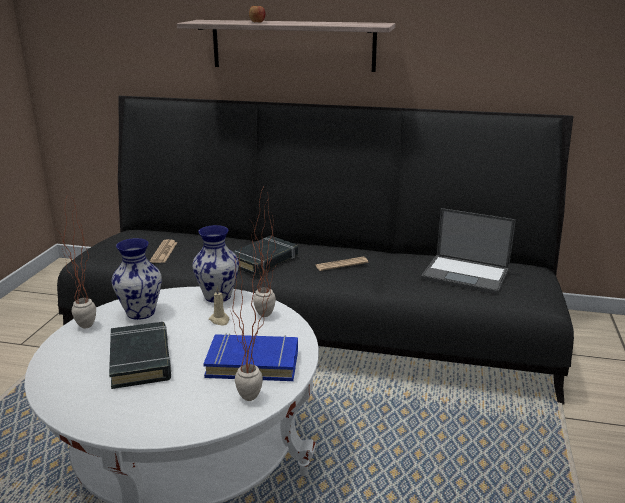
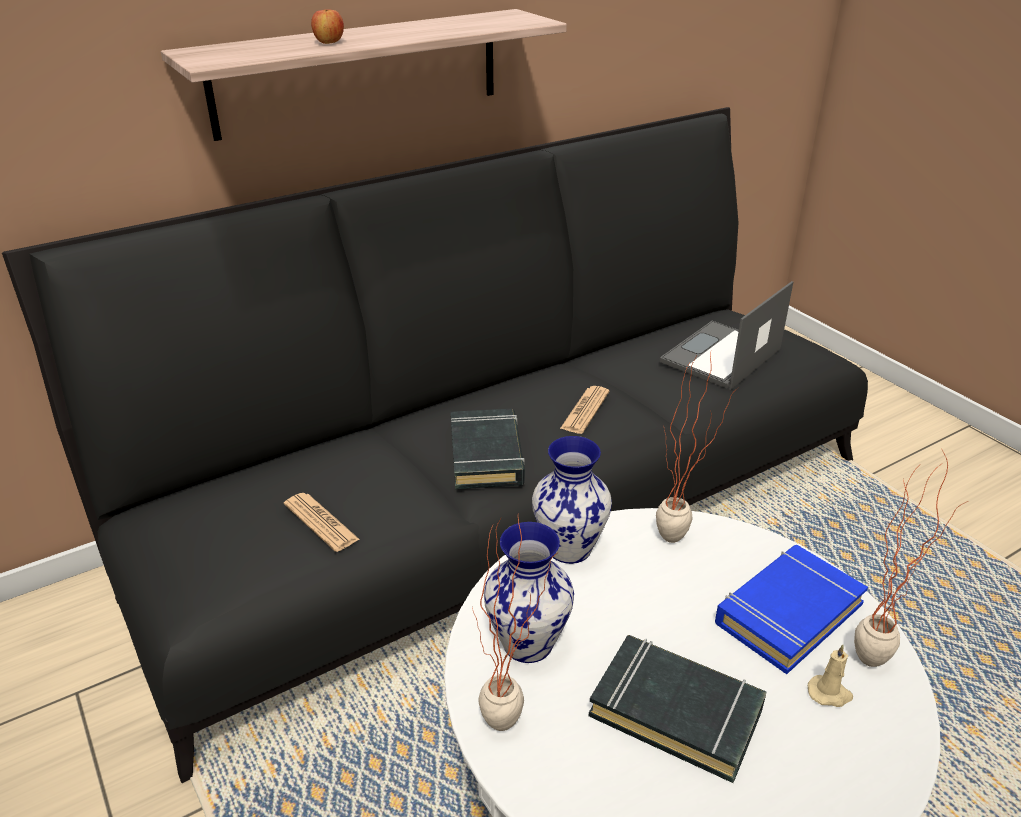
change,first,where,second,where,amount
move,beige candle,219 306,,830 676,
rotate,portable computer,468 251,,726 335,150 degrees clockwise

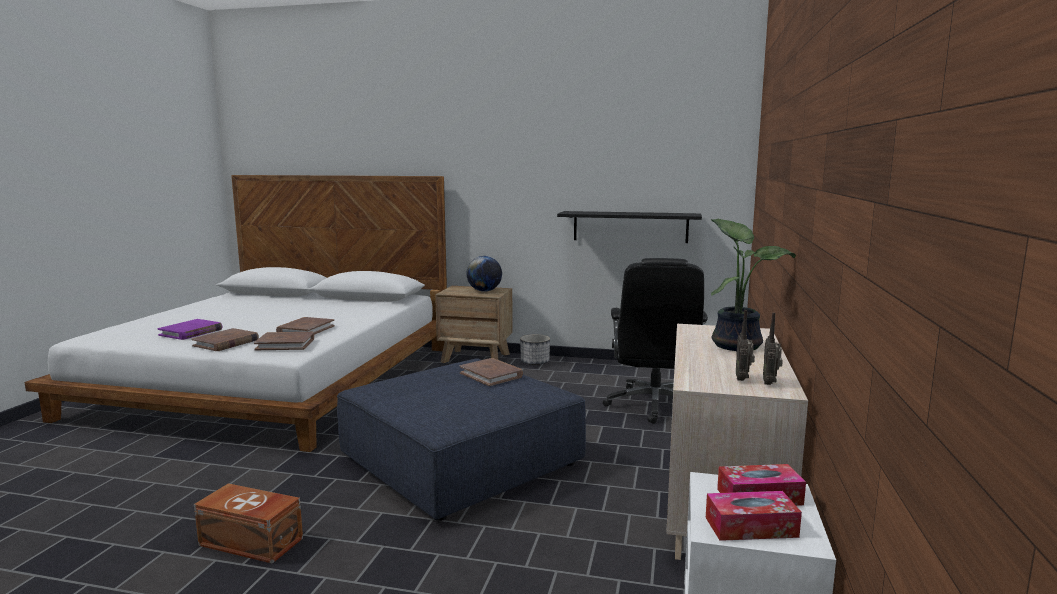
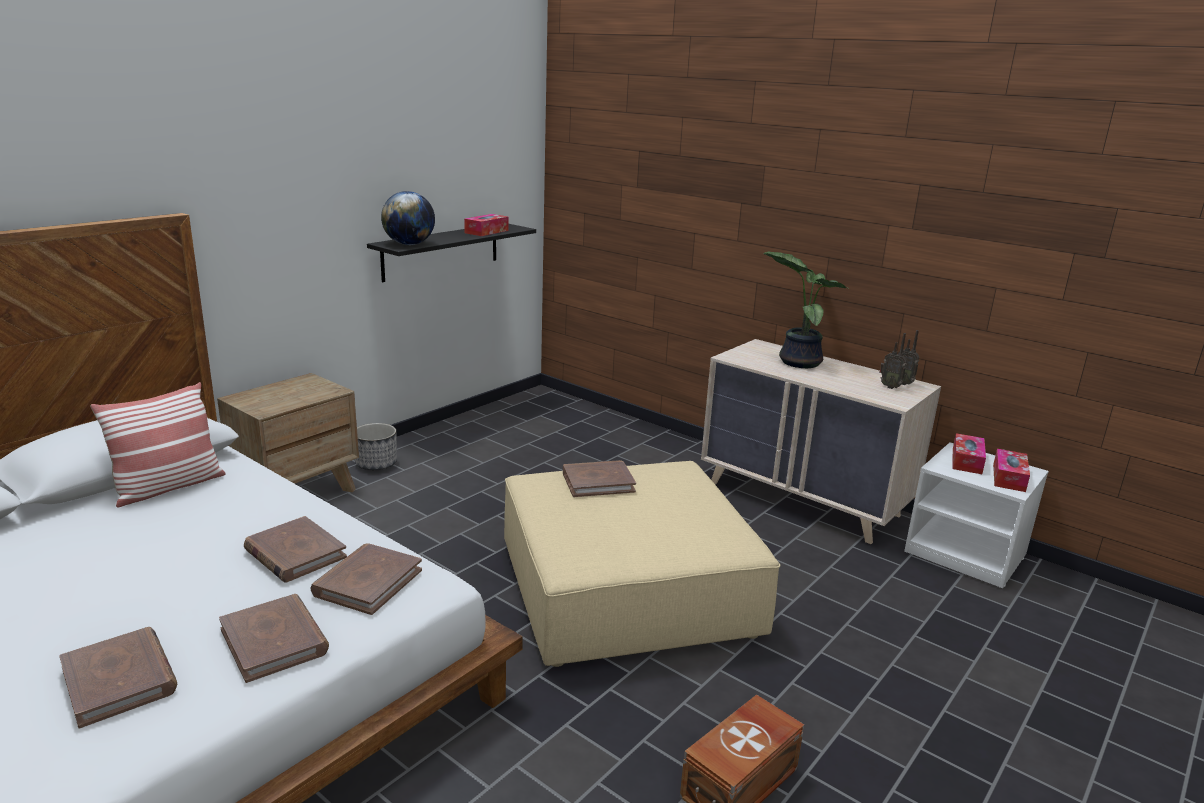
change,first,where,second,where,amount
delete,black-coloured computer chair,655 341,,,
insert,,,pillow,157 445,
insert,,,box of tissues,486 225,
move,globe,484 274,,408 218,
recolor,purple book,189 329,brown-coloured book,118 677,
recolor,blue ottoman,461 439,beige ottoman,642 564,

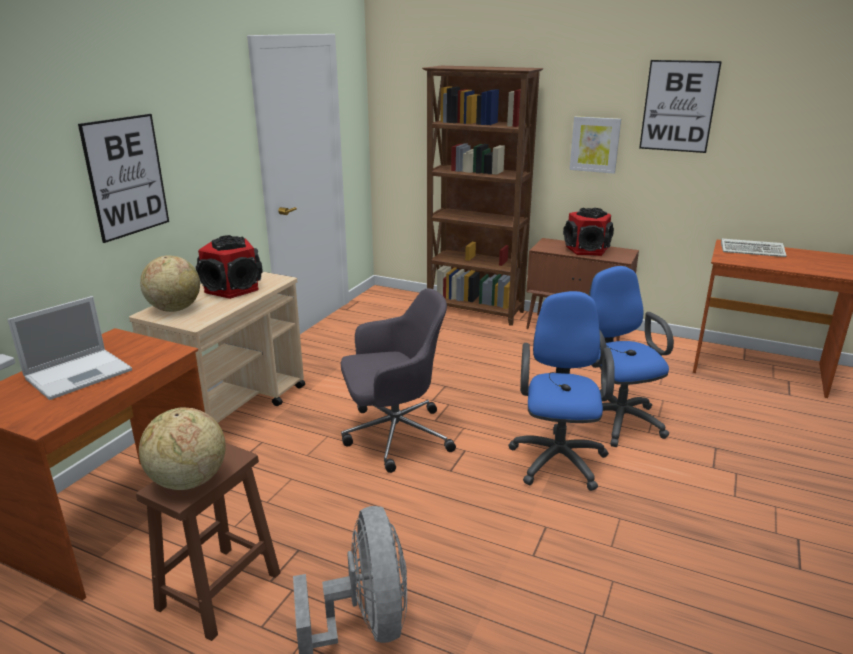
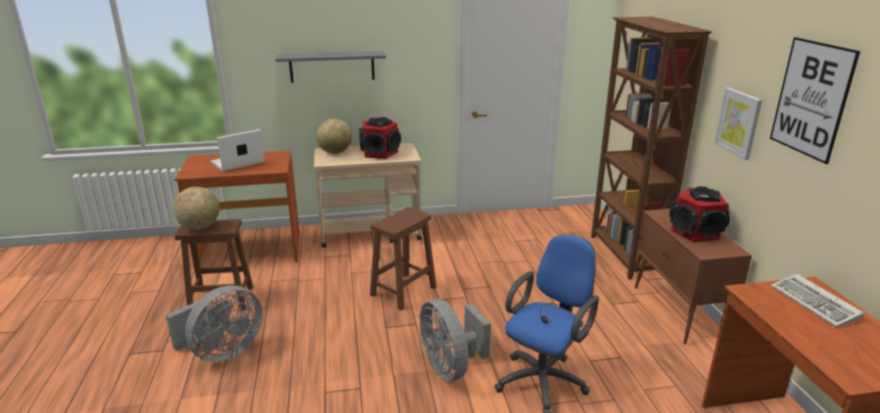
change,first,where,second,where,amount
replace,wall art,123 178,grey bracket shelf,330 67,
replace,grey computer chair,398 380,brown-coloured sitting stool,403 258,
replace,blue computer chair,561 391,grey fan,455 340,
rotate,portable computer,69 348,,238 150,135 degrees clockwise

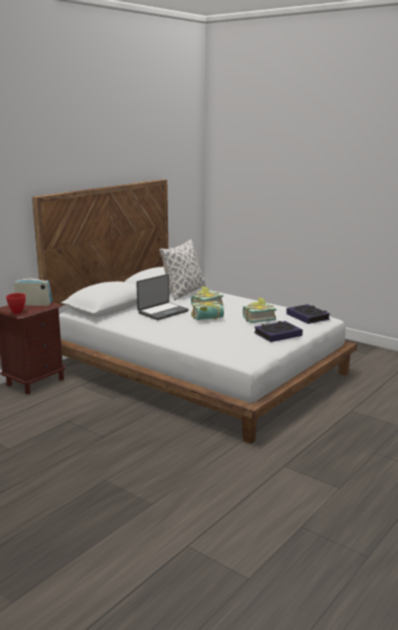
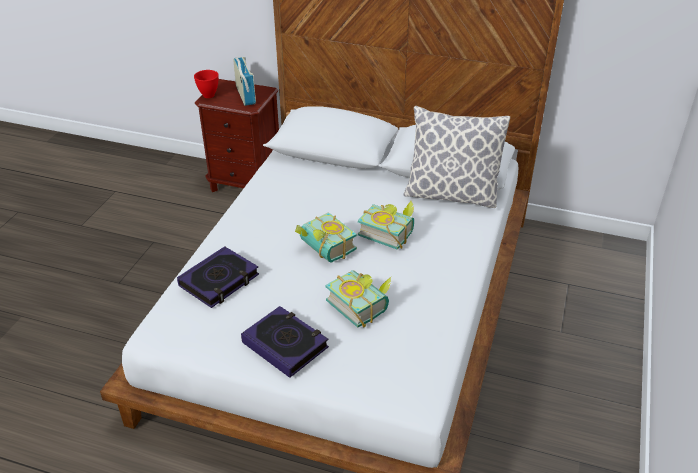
change,first,where,second,where,amount
delete,portable computer,162 297,,,
move,book,308 314,,218 277,

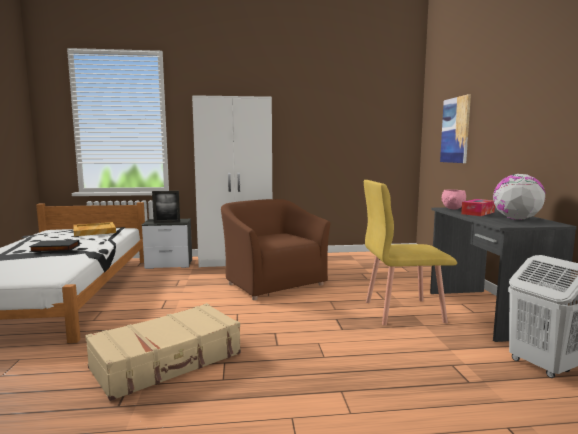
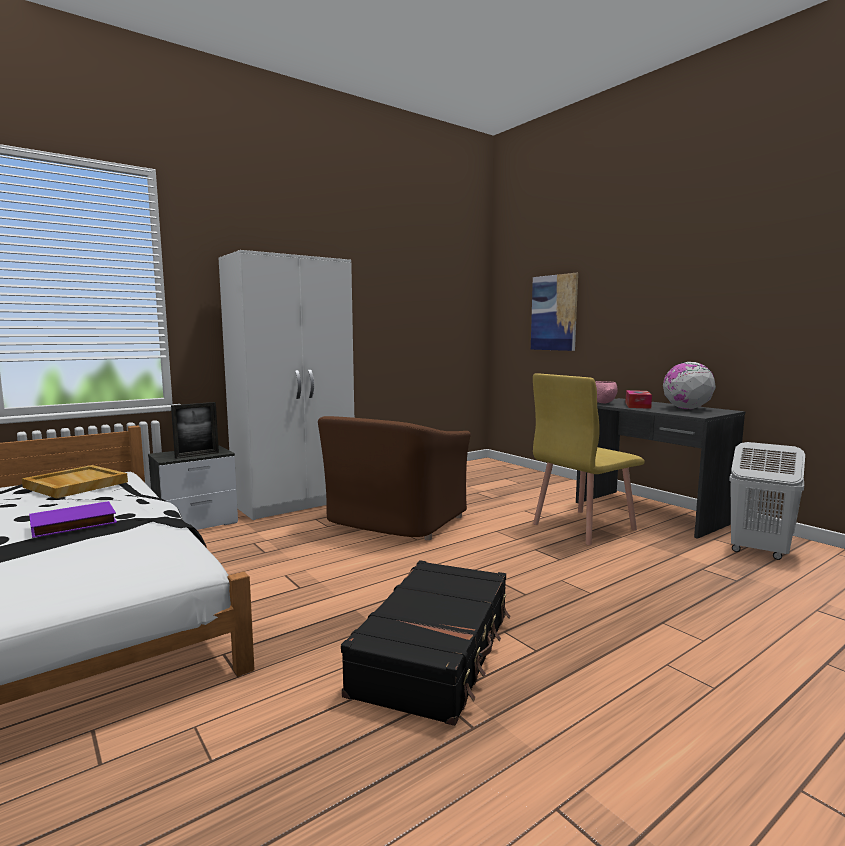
change,first,where,second,where,amount
recolor,black-coloured book,54 246,purple book,73 519,
recolor,beige travel case,163 352,black-coloured travel case,425 643,
rotate,brown-coloured lounge chair,276 249,,394 478,90 degrees counterclockwise

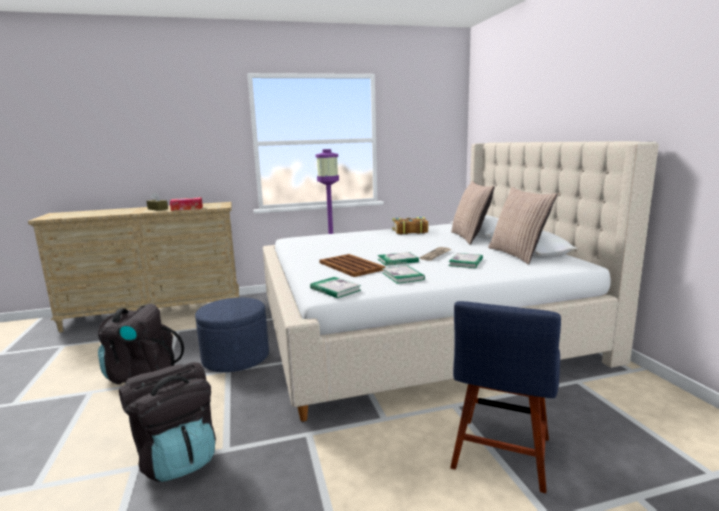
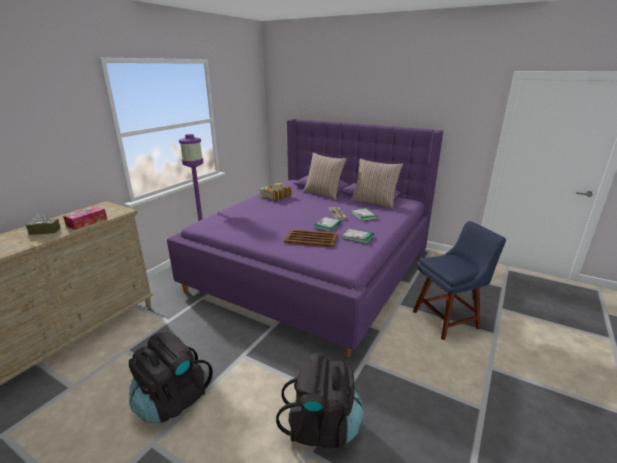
change,first,where,second,where,amount
delete,blue ottoman,232 334,,,
delete,book,335 287,,,
recolor,beige bedroom bed,461 281,purple bedroom bed,305 238,
rotate,blue upright chair,505 397,,459 280,90 degrees counterclockwise

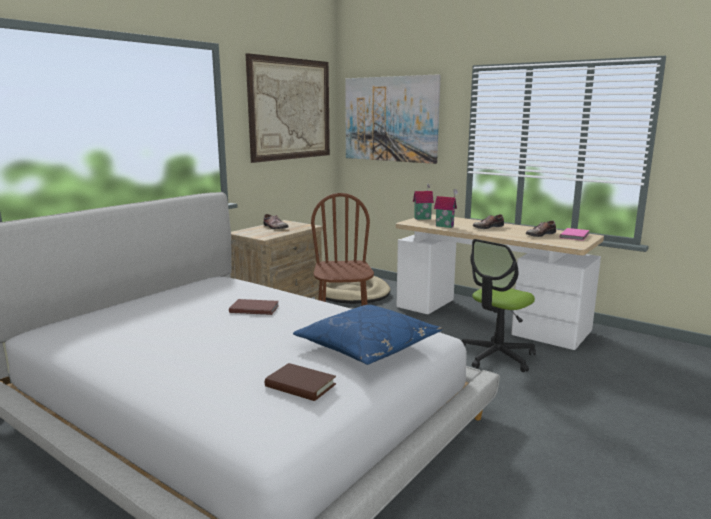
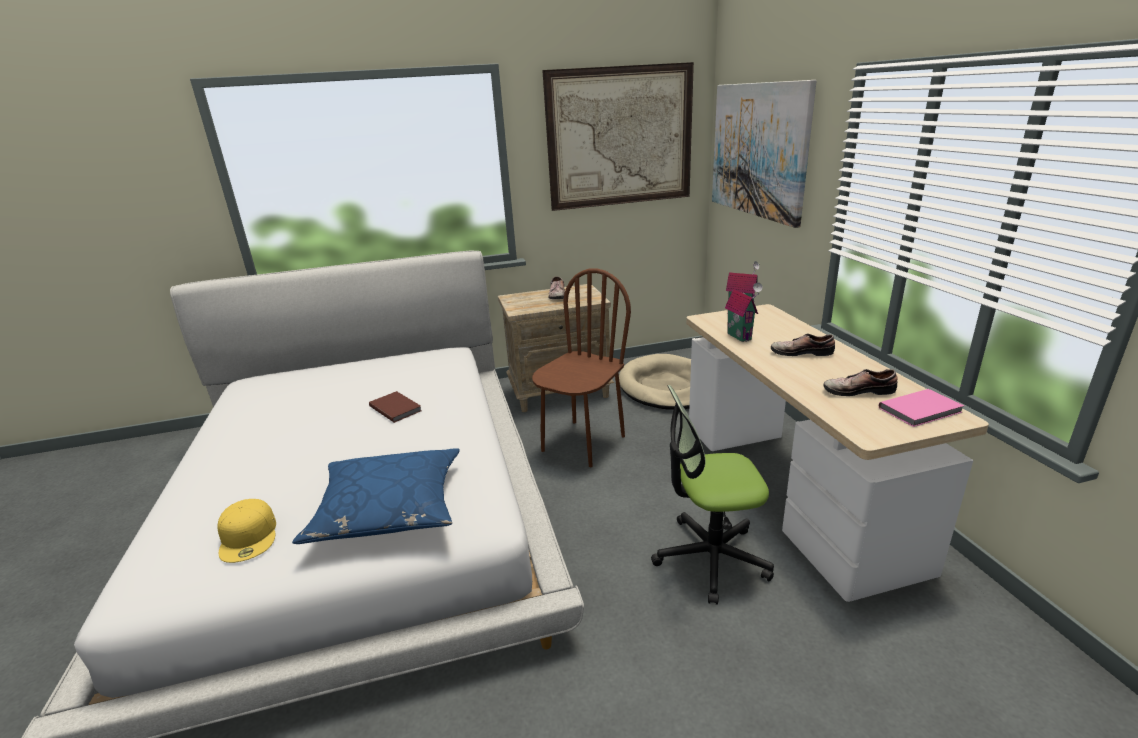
change,first,where,second,where,amount
replace,brown-coloured book,300 382,yellow-coloured peaked cap,246 531,

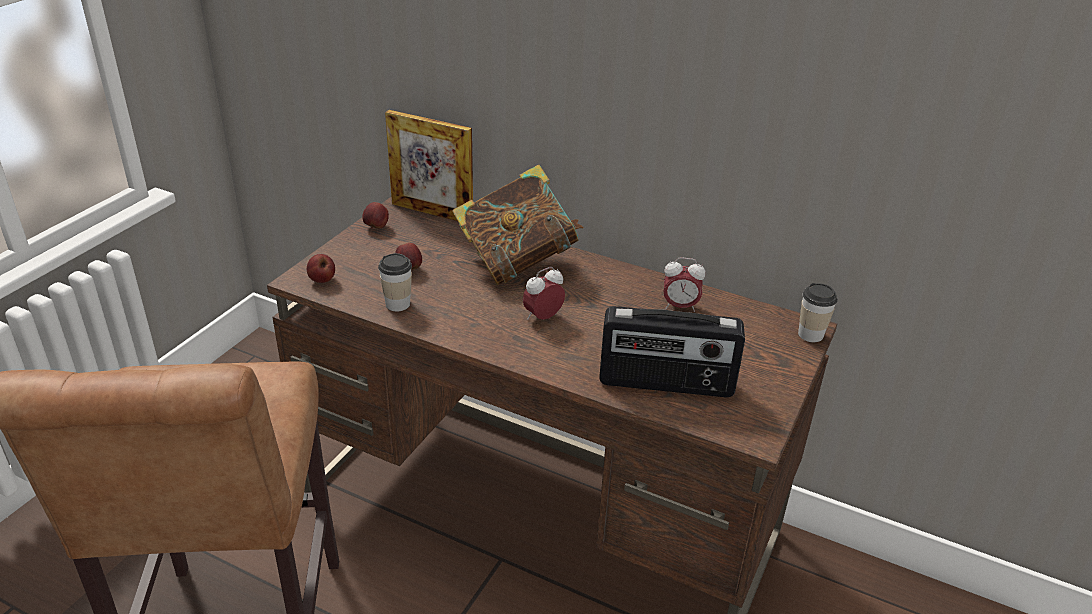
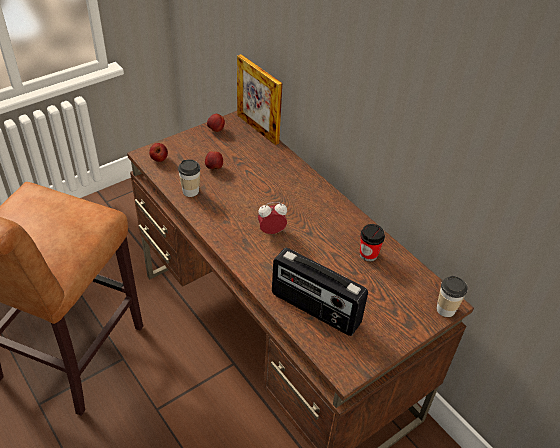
change,first,where,second,where,amount
delete,book,518 224,,,
replace,alarm clock,684 284,cup,372 243,

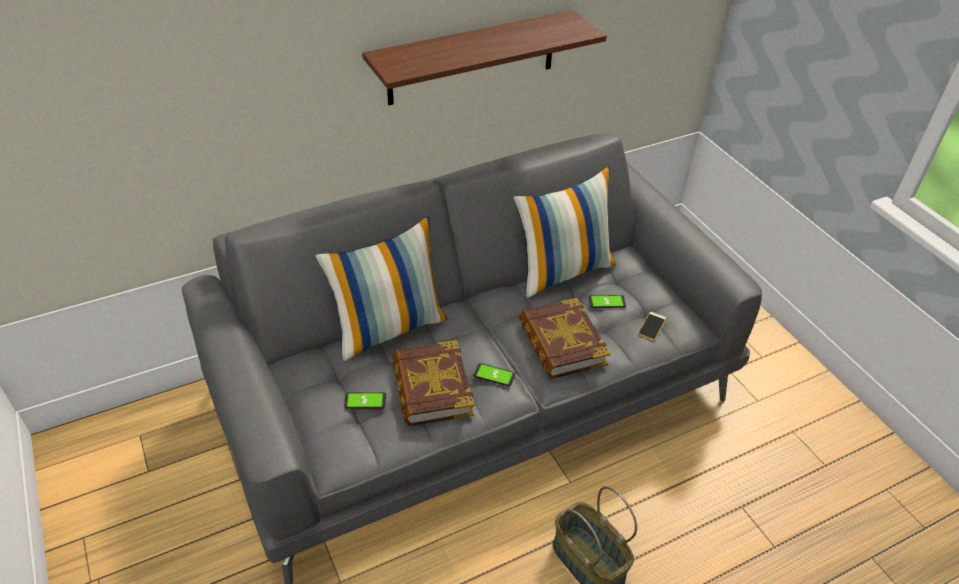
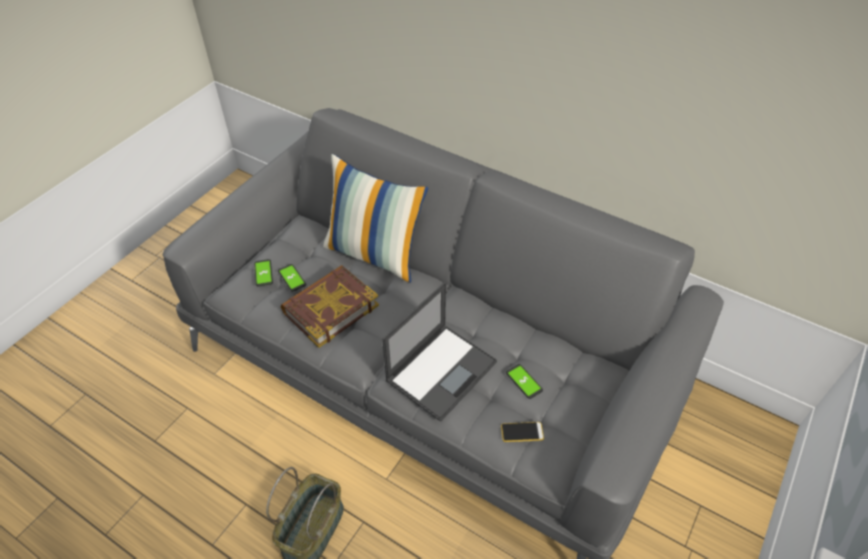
change,first,where,second,where,amount
delete,bracket shelf,484 57,,,
delete,pillow,564 232,,,
move,phone,494 374,,263 273,
replace,book,565 338,portable computer,439 352,

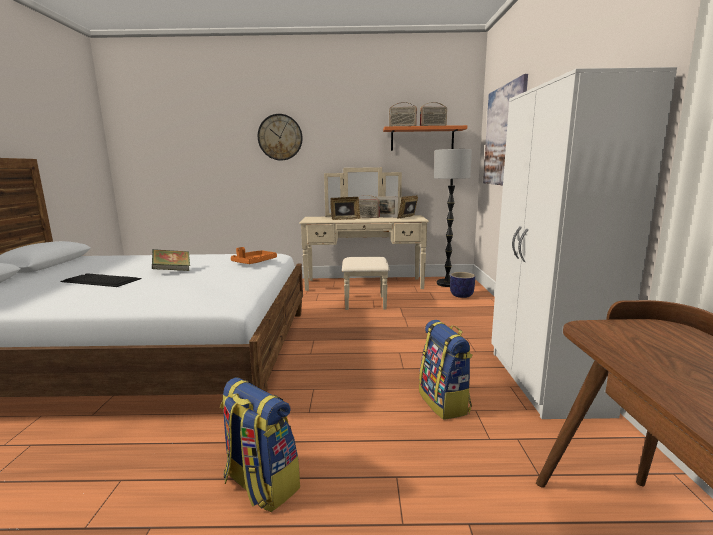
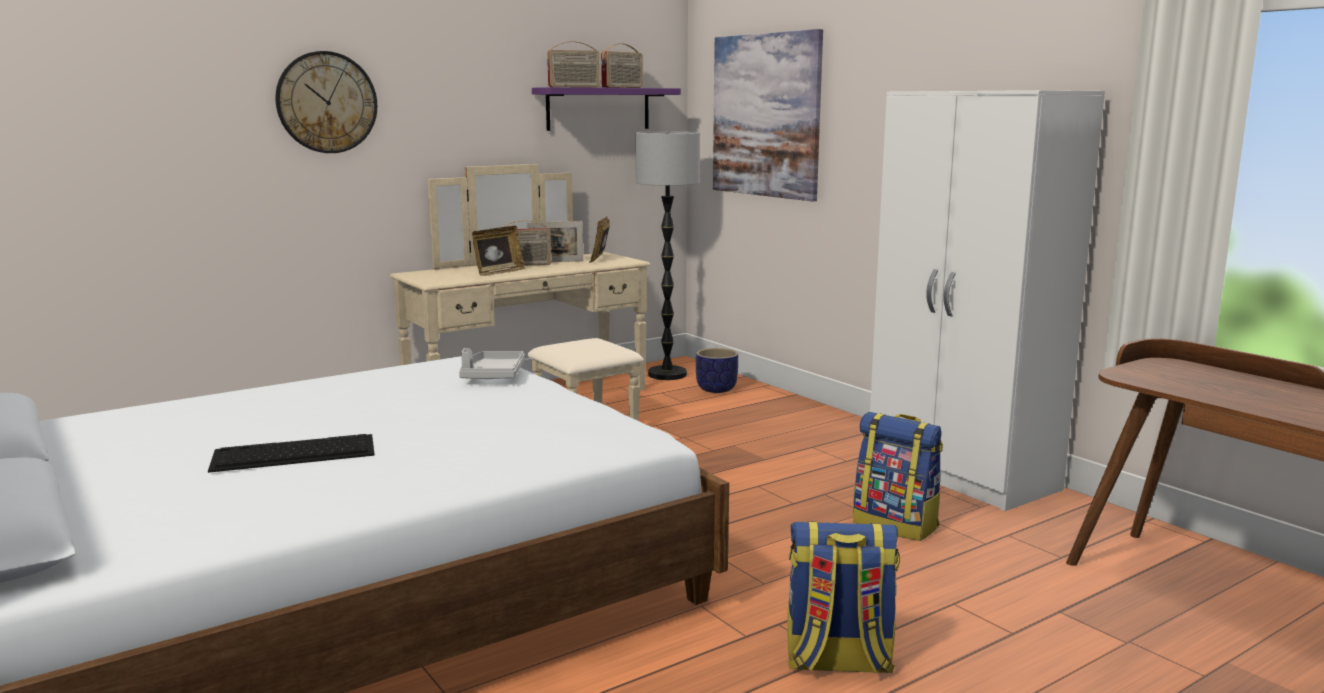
change,first,where,second,where,amount
delete,book,171 260,,,
recolor,orange-coloured carrying tray,254 255,grey carrying tray,492 363,
recolor,orange-coloured bracket shelf,425 138,purple bracket shelf,606 109,

